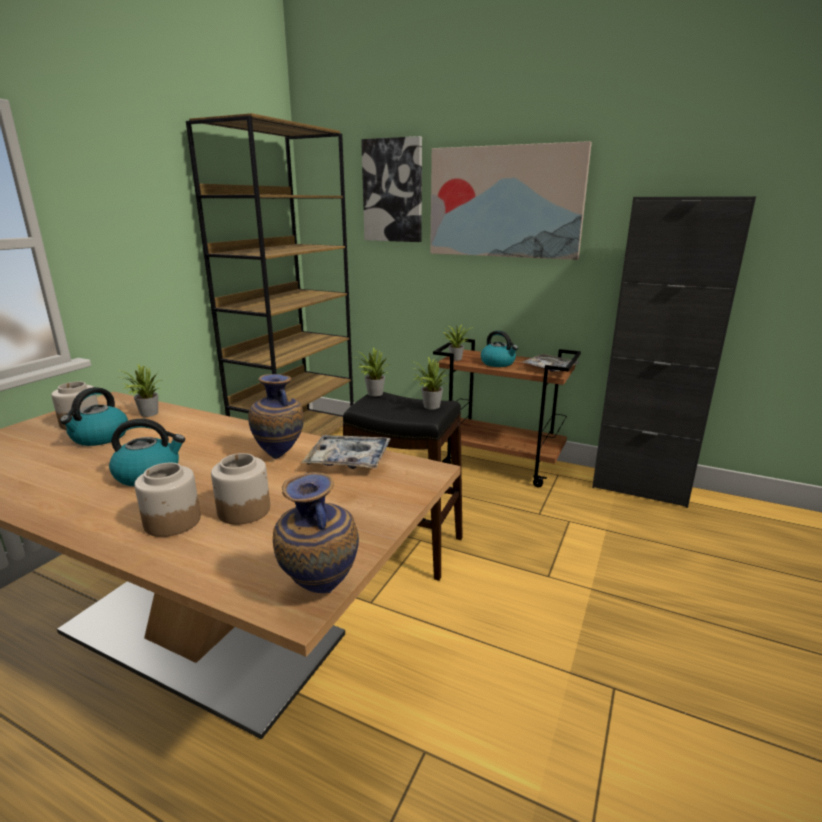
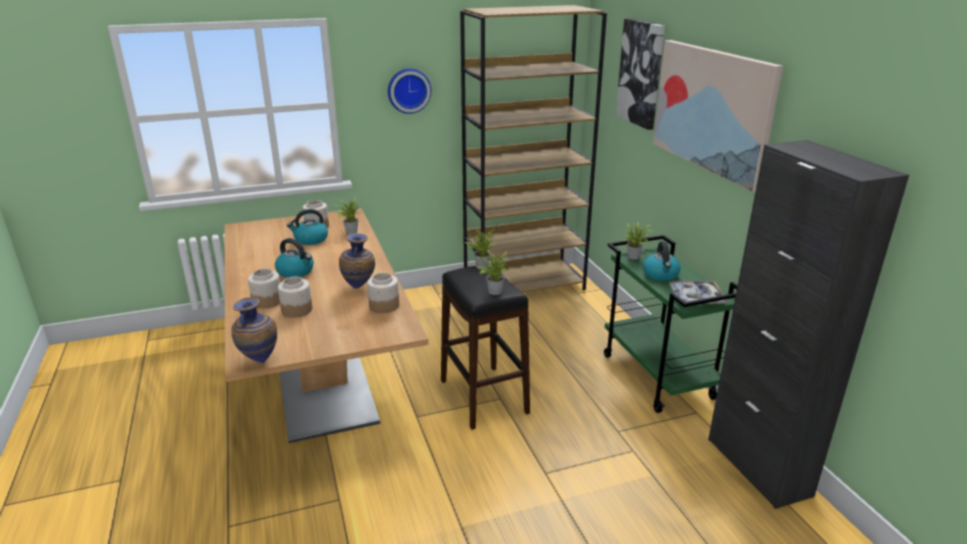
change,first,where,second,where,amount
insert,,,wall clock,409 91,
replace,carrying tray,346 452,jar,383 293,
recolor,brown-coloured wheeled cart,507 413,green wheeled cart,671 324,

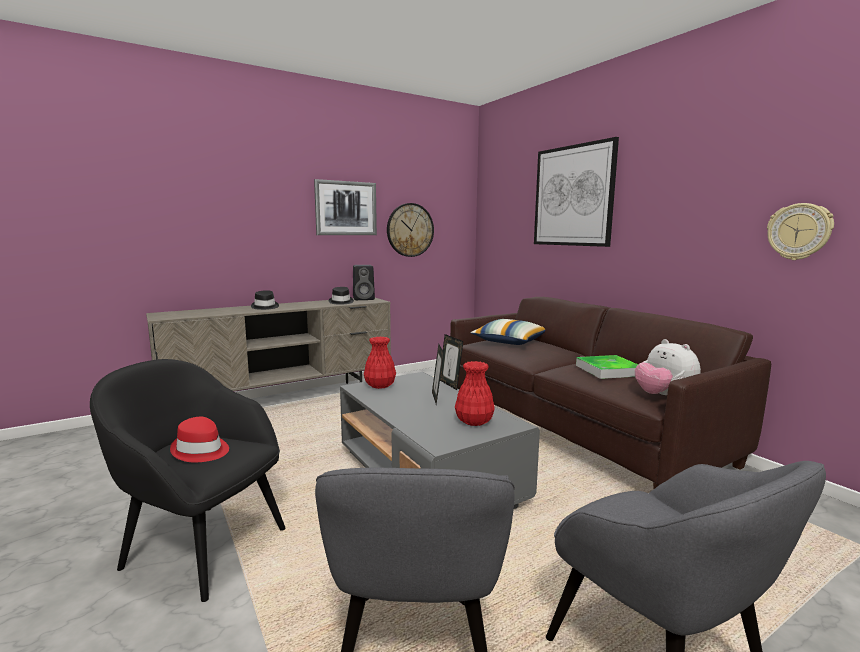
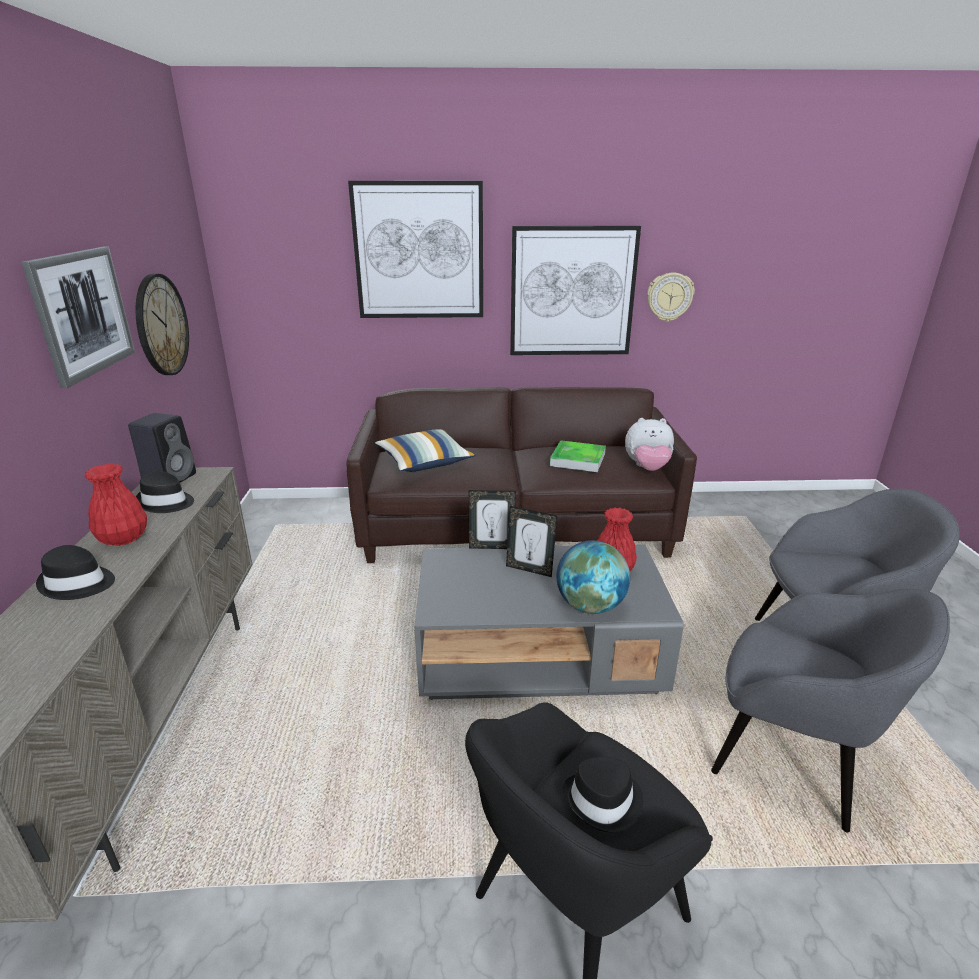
change,first,where,second,where,amount
insert,,,wall art,575 290,
insert,,,globe,593 577,
move,reddish vase,380 363,,116 504,
recolor,reddish hat,199 439,black-coloured hat,603 794,

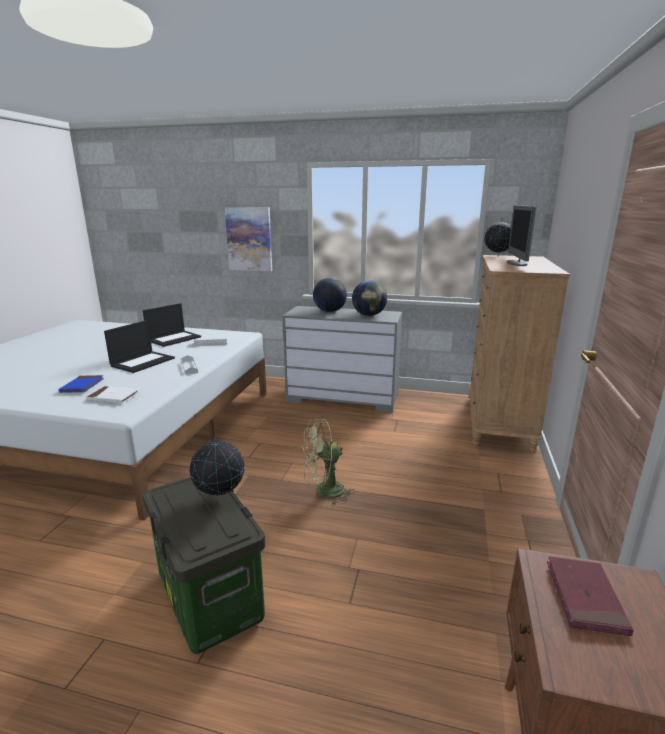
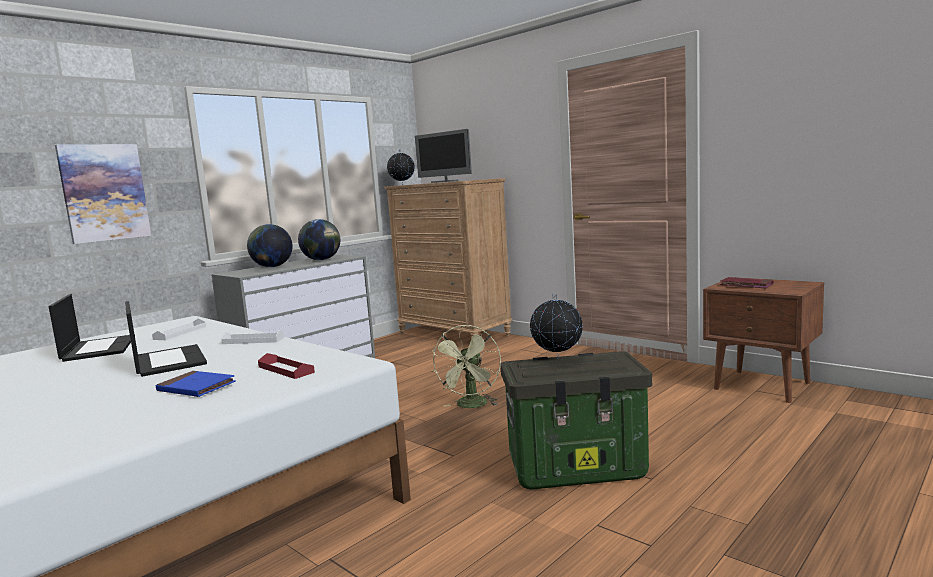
change,first,where,second,where,amount
replace,white-coloured book,112 395,reddish carrying tray,286 366,

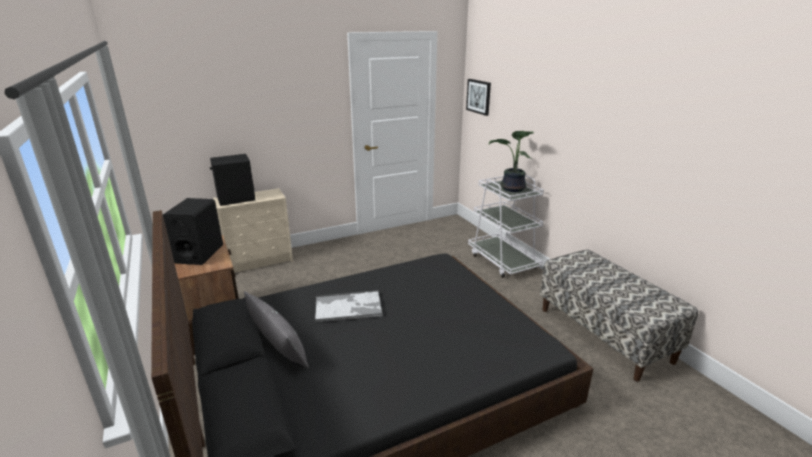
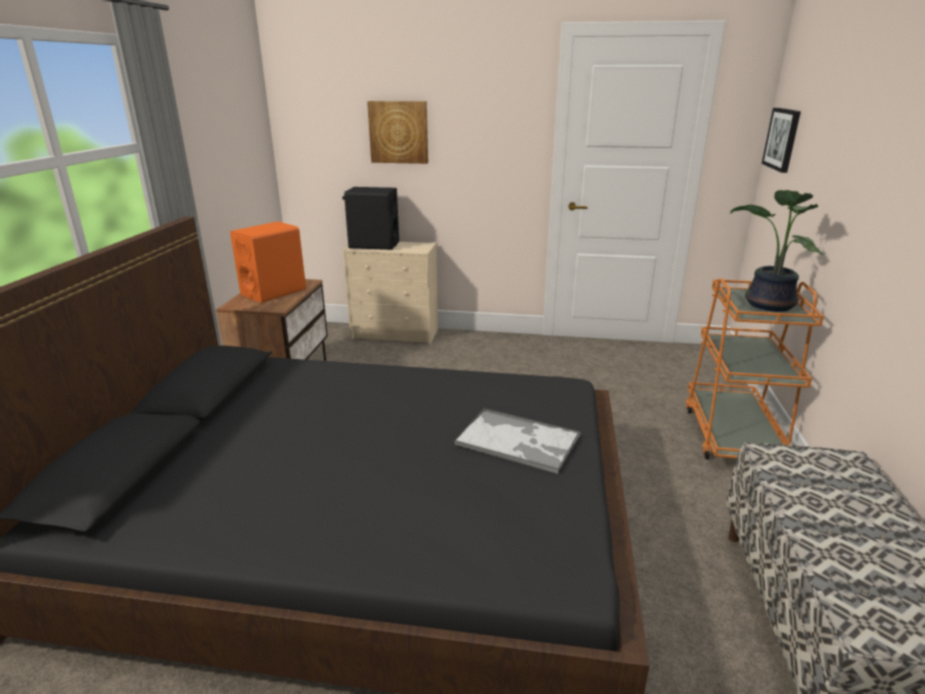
change,first,where,second,where,amount
delete,grey pillow,276 330,,,
insert,,,wall art,397 132,
move,carrying tray,349 306,,517 441,
recolor,black-coloured audio speaker,193 231,orange-coloured audio speaker,268 262,
recolor,white-coloured wheeled cart,506 226,orange-coloured wheeled cart,755 368,

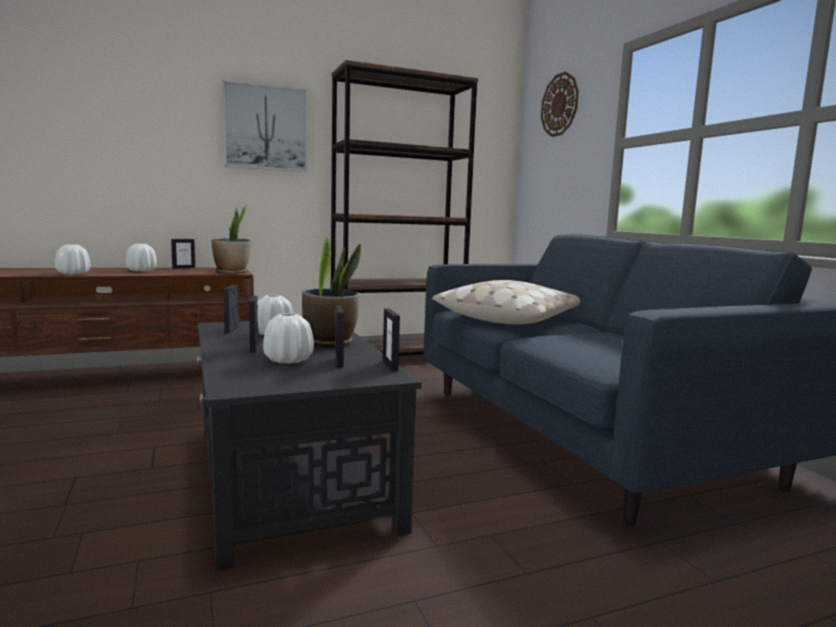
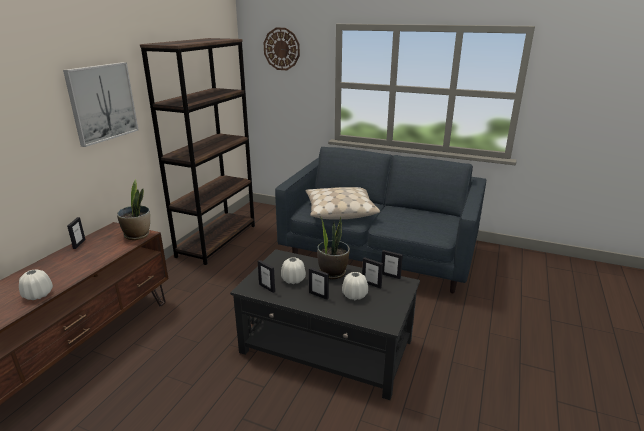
change,first,where,second,where,amount
delete,white-coloured vase,141 257,,,

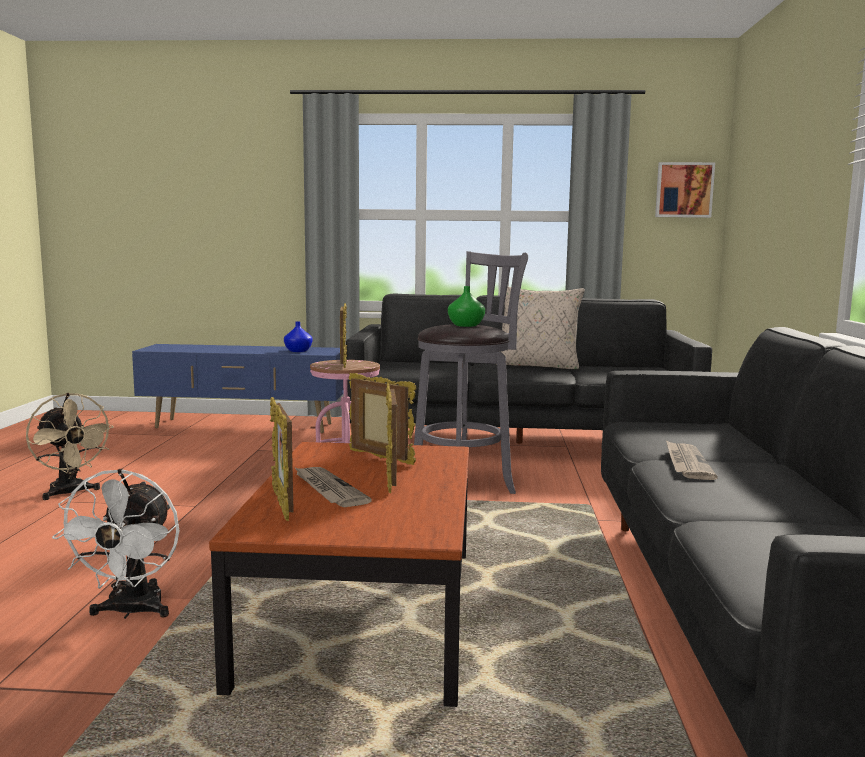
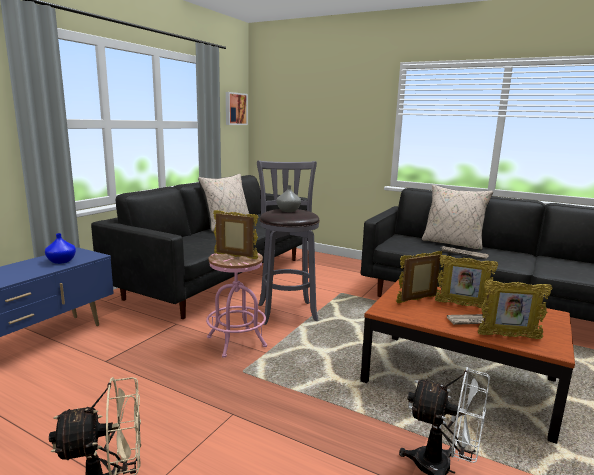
change,first,where,second,where,amount
insert,,,beige pillow,457 217,
recolor,green vase,466 306,grey vase,289 198,

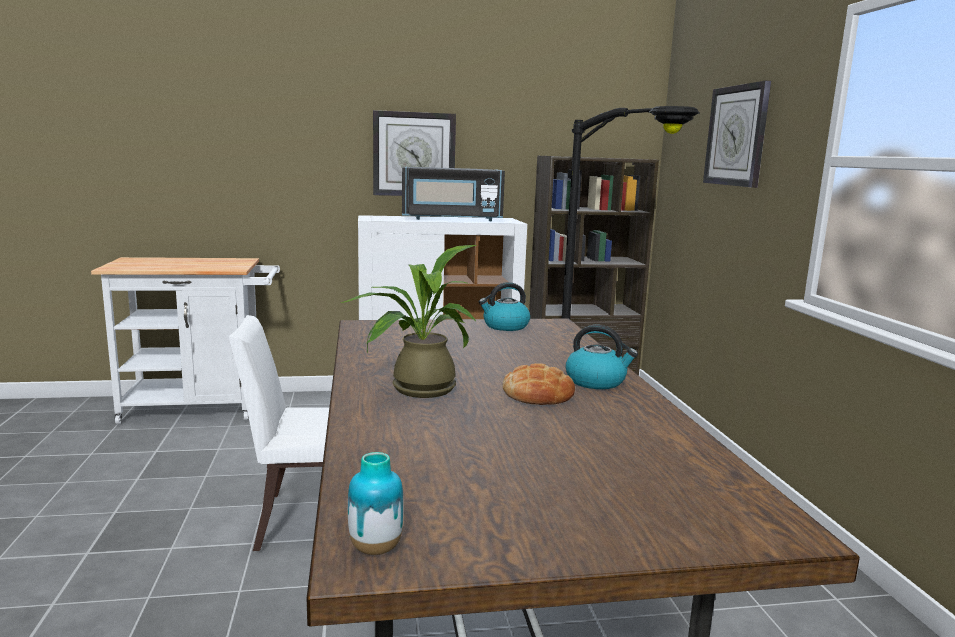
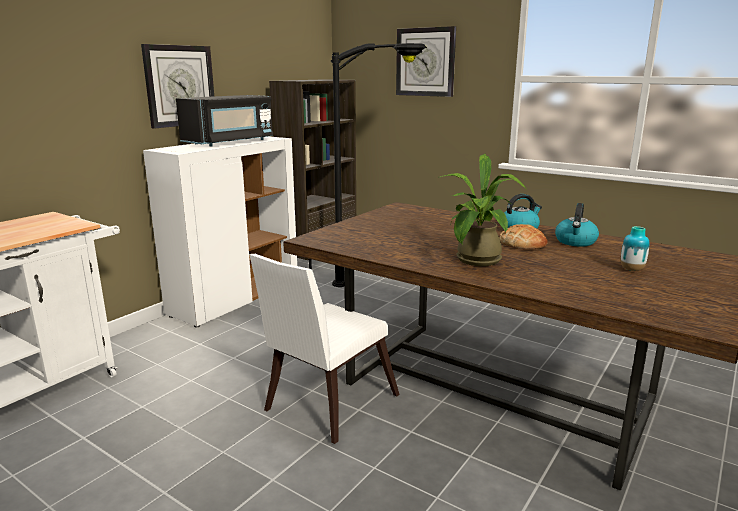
change,first,where,second,where,amount
move,vase,376 503,,635 248,
move,tea kettle,504 306,,577 225,

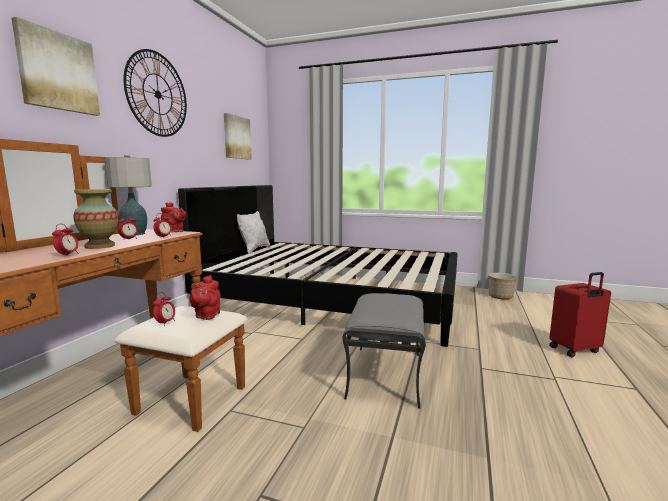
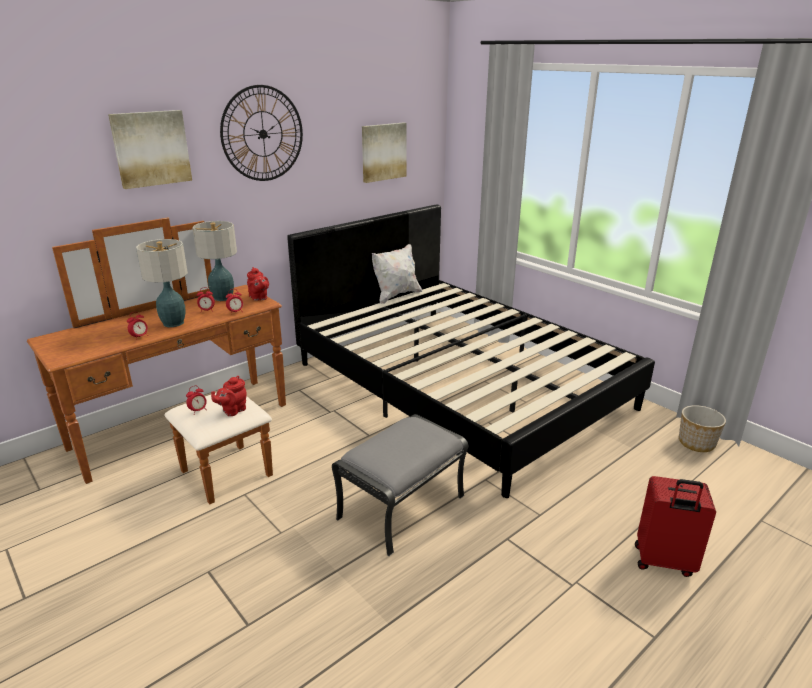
change,first,where,second,where,amount
replace,vase,96 219,lamp for a table,162 283,

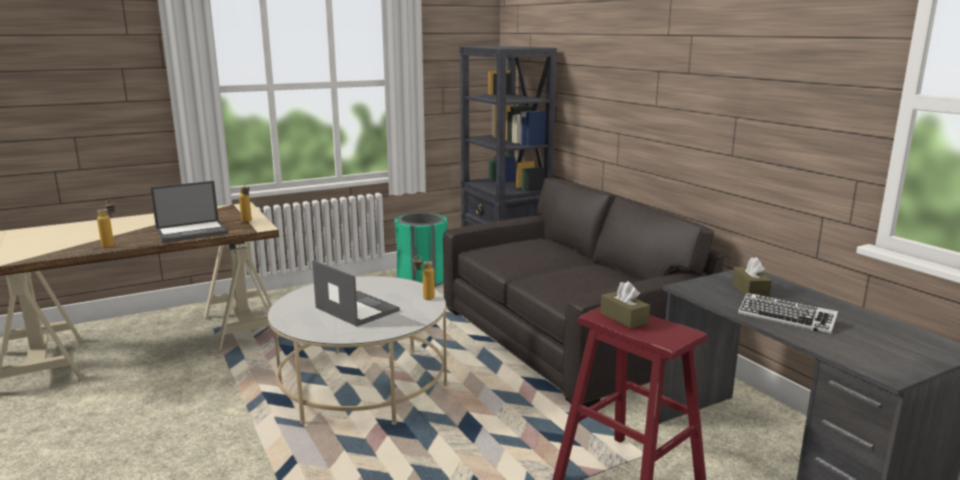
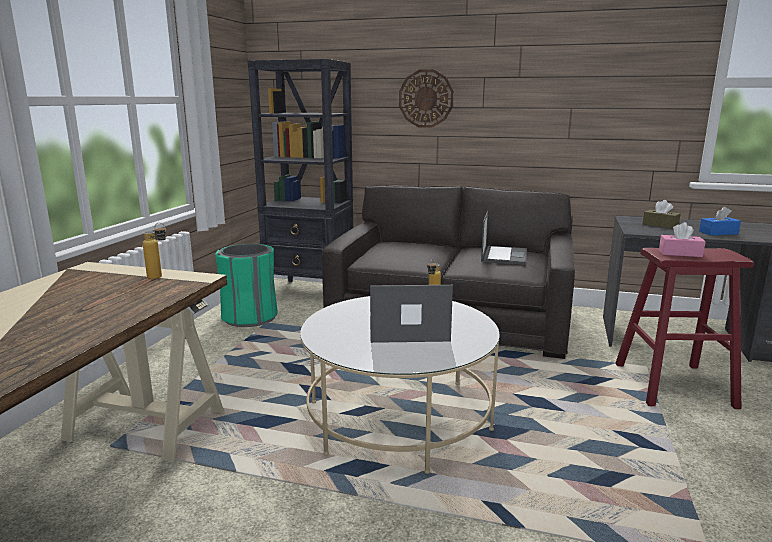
change,first,where,second,where,amount
delete,drink bottle,106 223,,,
insert,,,wall clock,426 98,
move,portable computer,189 212,,504 238,
replace,computer keyboard,788 313,blue box of tissues,720 221,
recolor,brown-coloured box of tissues,625 305,pink-coloured box of tissues,682 239,

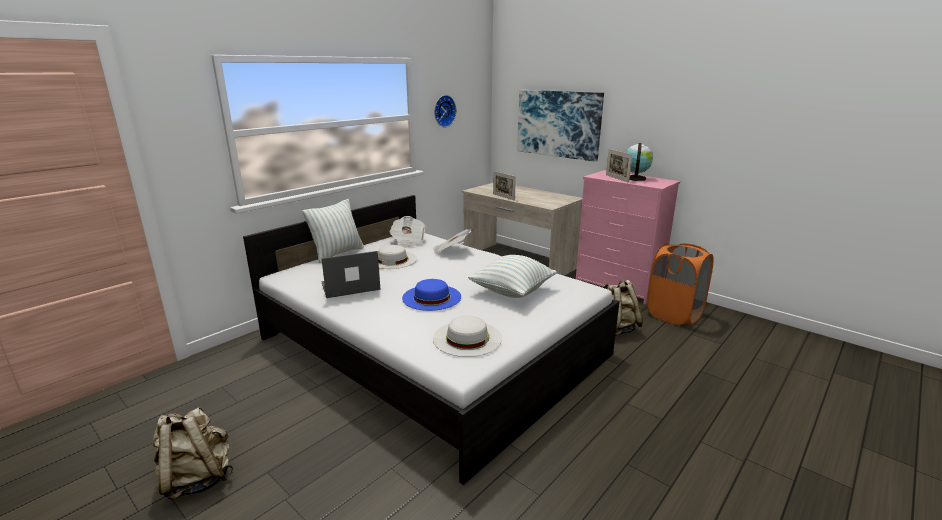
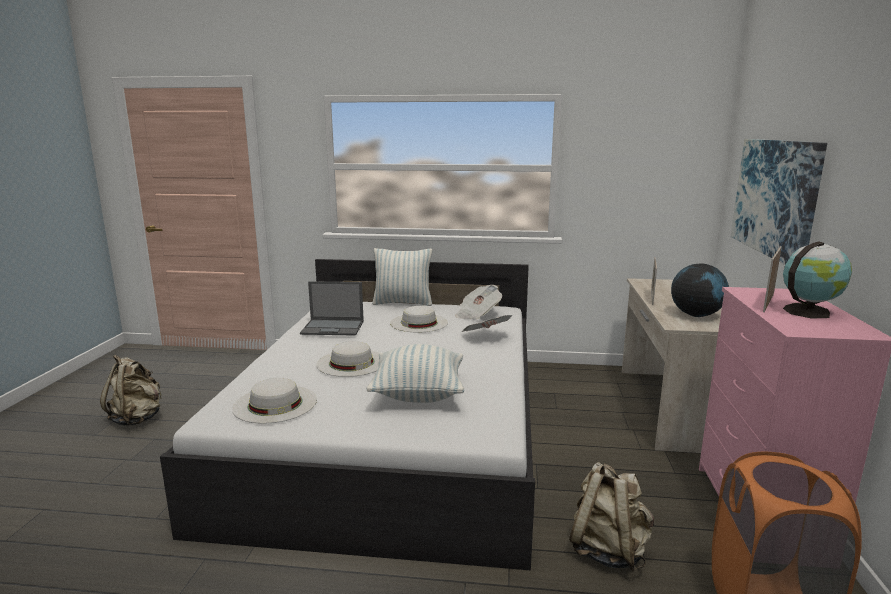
change,first,where,second,where,amount
delete,wall clock,445 111,,,
insert,,,globe,700 290,
recolor,blue hat,431 295,white-coloured hat,348 359,
rotate,portable computer,351 274,,332 308,150 degrees clockwise

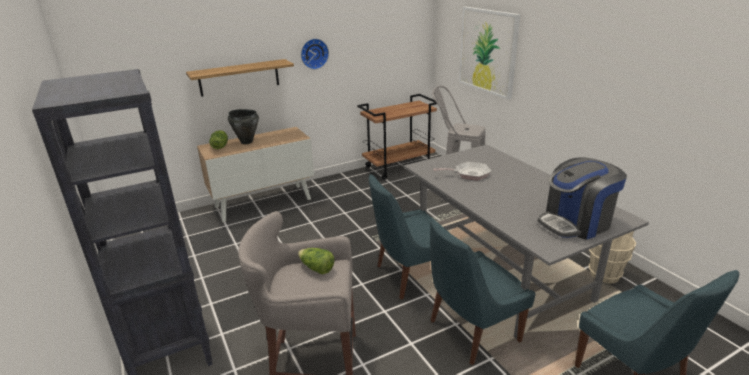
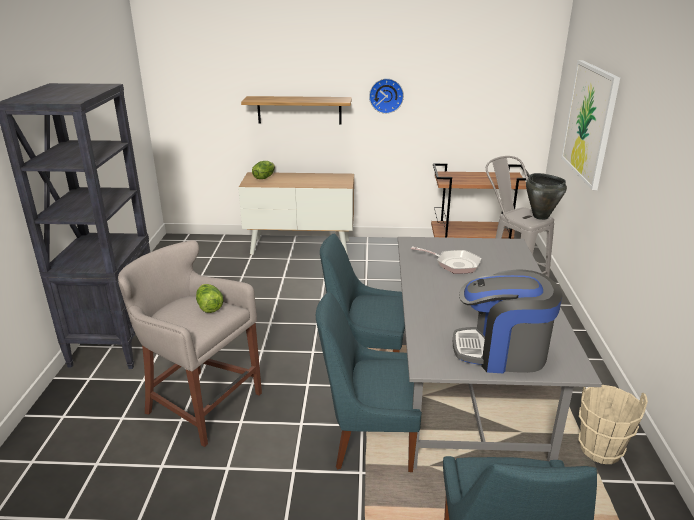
change,first,where,second,where,amount
move,black-coloured stockpot,243 126,,546 196,

